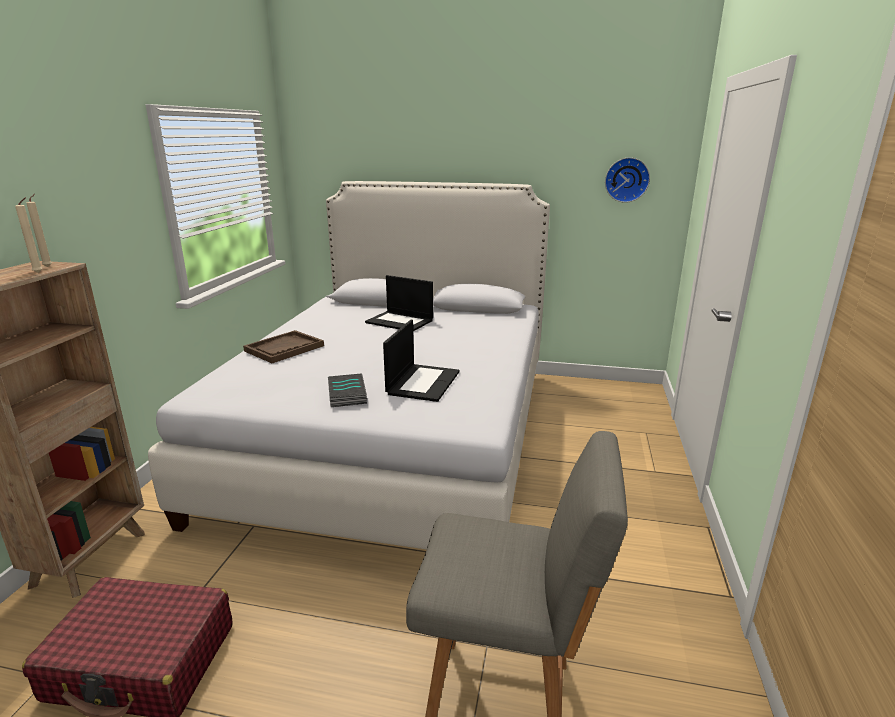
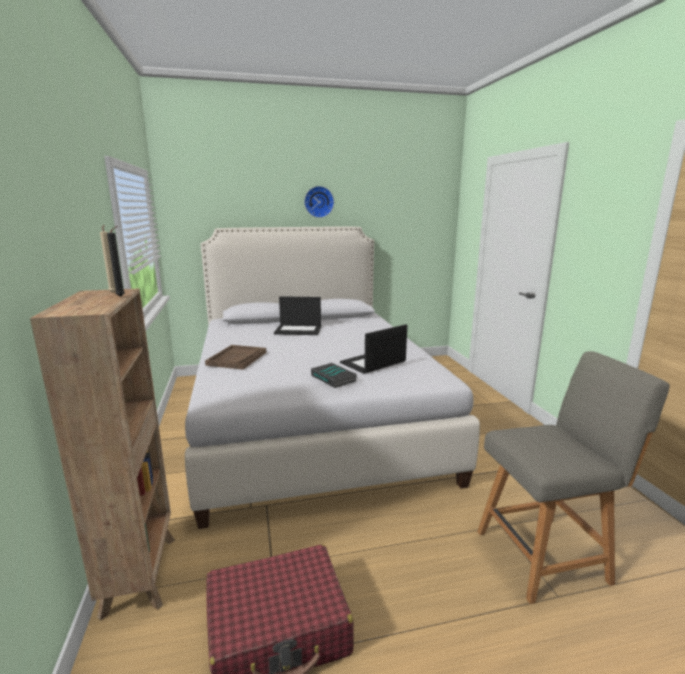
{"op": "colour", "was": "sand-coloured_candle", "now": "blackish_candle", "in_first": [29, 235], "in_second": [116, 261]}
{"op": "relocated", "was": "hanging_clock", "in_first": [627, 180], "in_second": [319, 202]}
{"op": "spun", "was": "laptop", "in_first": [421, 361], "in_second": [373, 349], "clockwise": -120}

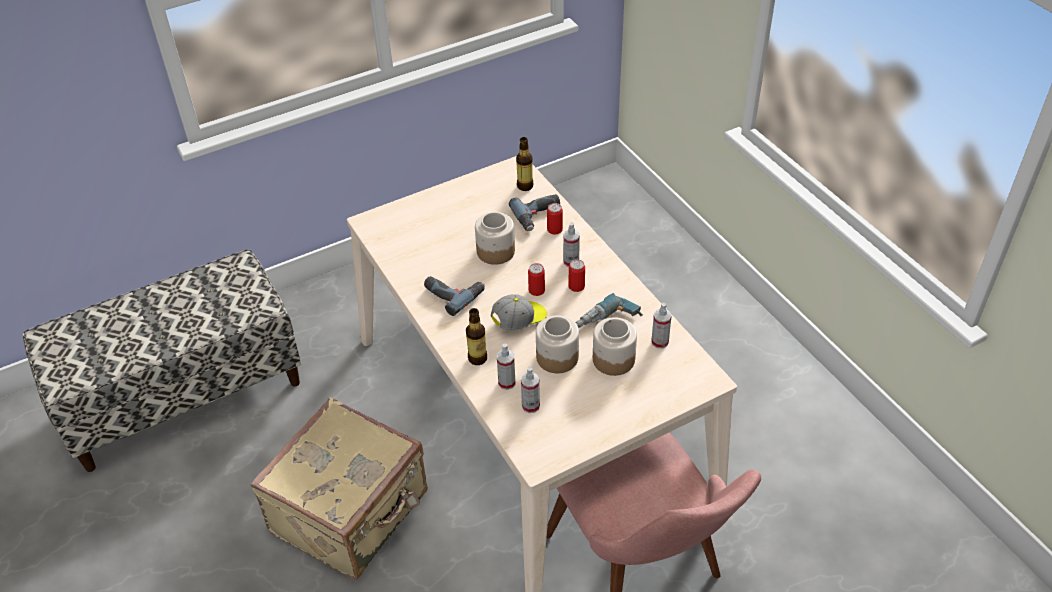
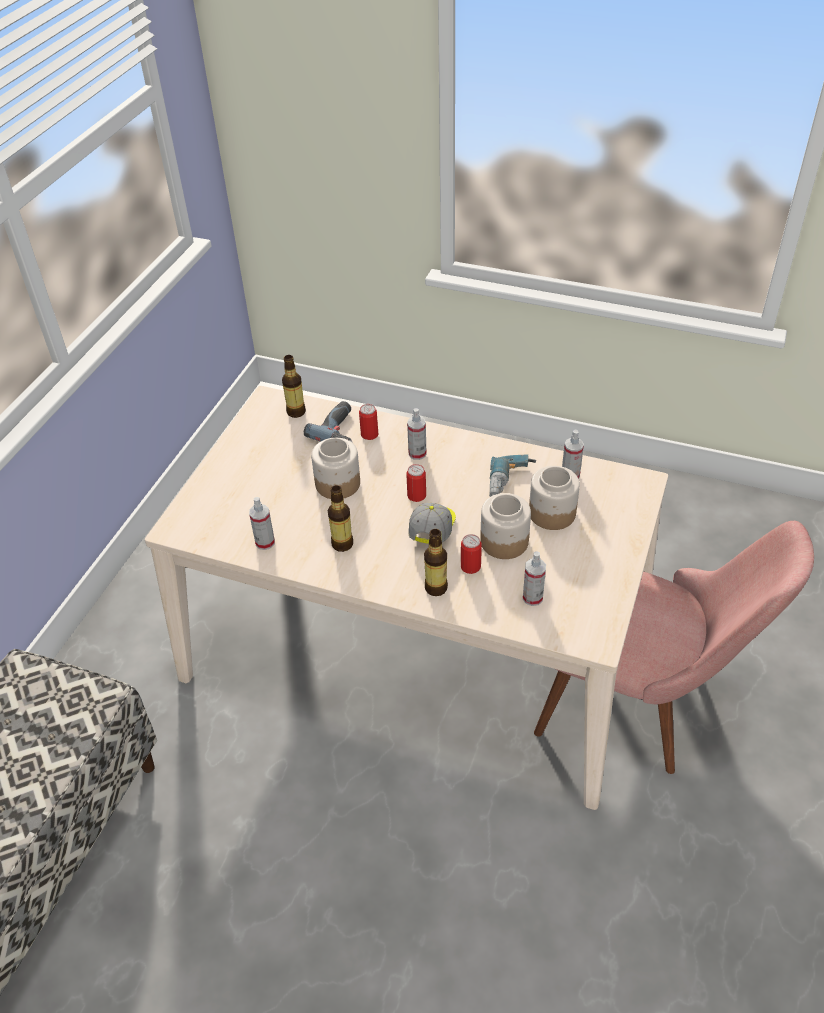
{"op": "relocated", "was": "hand_sprayer", "in_first": [506, 367], "in_second": [262, 523]}
{"op": "exchanged", "was": "drill", "now": "beverage_bottle", "in_first": [454, 296], "in_second": [340, 518]}
{"op": "relocated", "was": "metal_can", "in_first": [577, 275], "in_second": [471, 554]}
{"op": "missing", "was": "sand-coloured_travel_case", "in_first": [339, 488]}

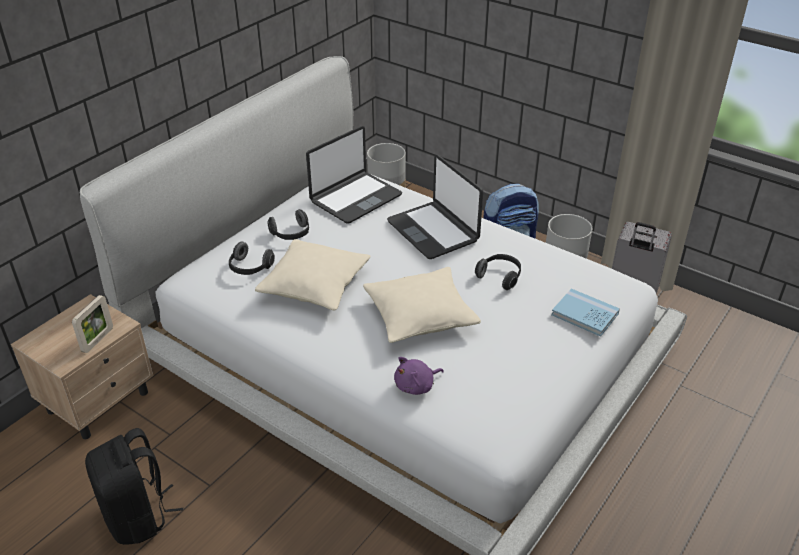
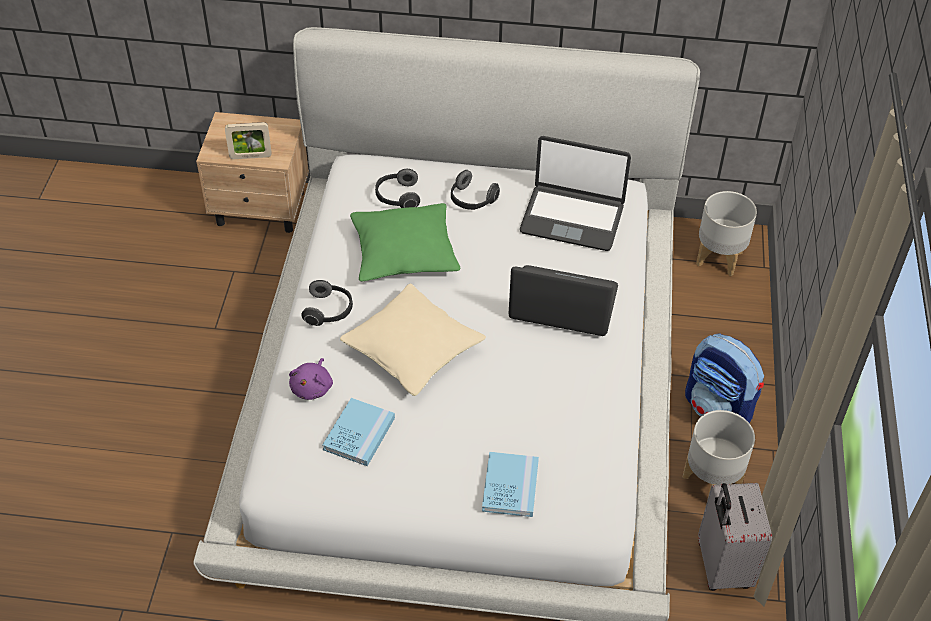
{"op": "spun", "was": "purple-coloured_plush_toy", "in_first": [419, 376], "in_second": [311, 379], "clockwise": -105}
{"op": "relocated", "was": "headphones", "in_first": [498, 272], "in_second": [327, 303]}
{"op": "appeared", "now": "bluish_bound_book", "in_second": [358, 432]}
{"op": "colour", "was": "sand-coloured_throw_pillow", "now": "green_throw_pillow", "in_first": [313, 275], "in_second": [405, 242]}
{"op": "spun", "was": "laptop", "in_first": [435, 206], "in_second": [563, 300], "clockwise": 75}
{"op": "missing", "was": "blackish_knapsack", "in_first": [134, 486]}

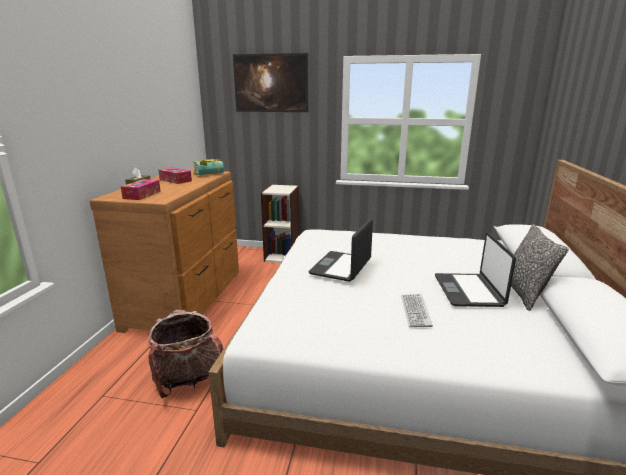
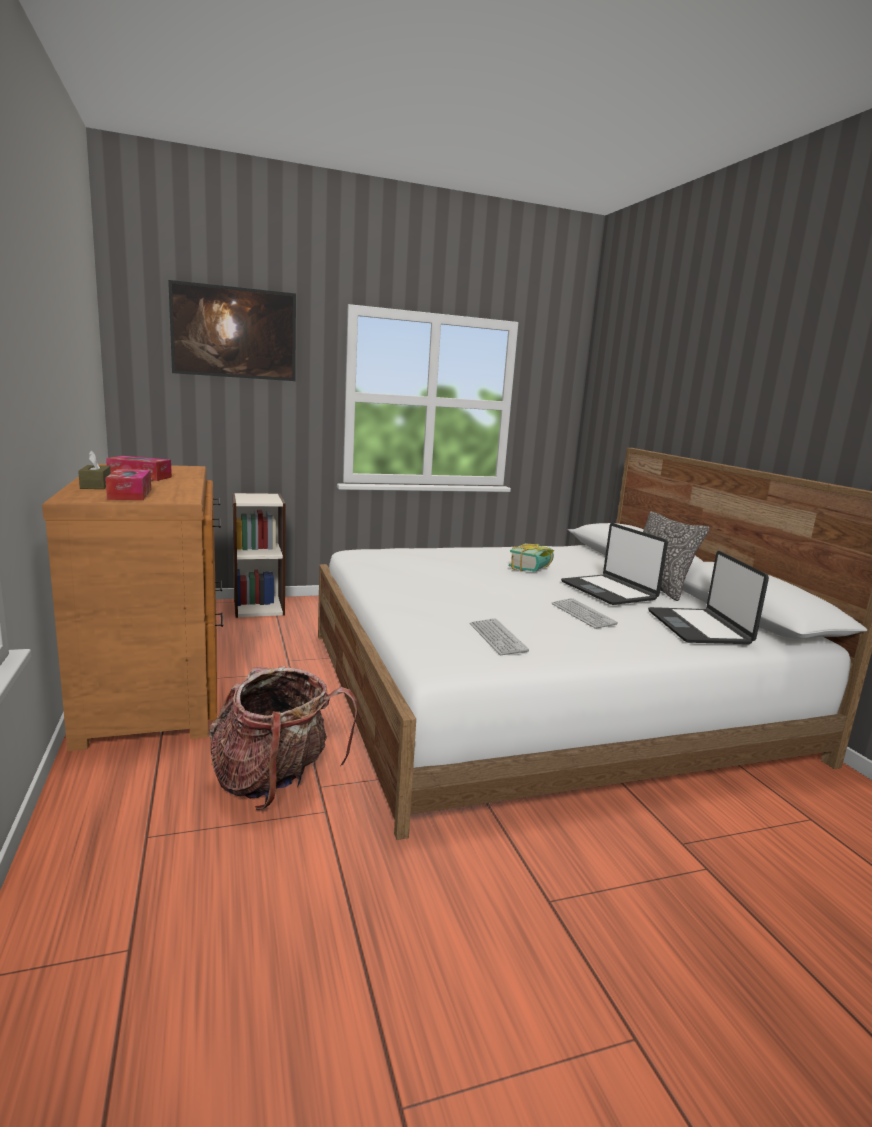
{"op": "appeared", "now": "computer_keyboard", "in_second": [499, 636]}
{"op": "relocated", "was": "bound_book", "in_first": [208, 167], "in_second": [532, 557]}
{"op": "relocated", "was": "laptop", "in_first": [341, 250], "in_second": [708, 597]}

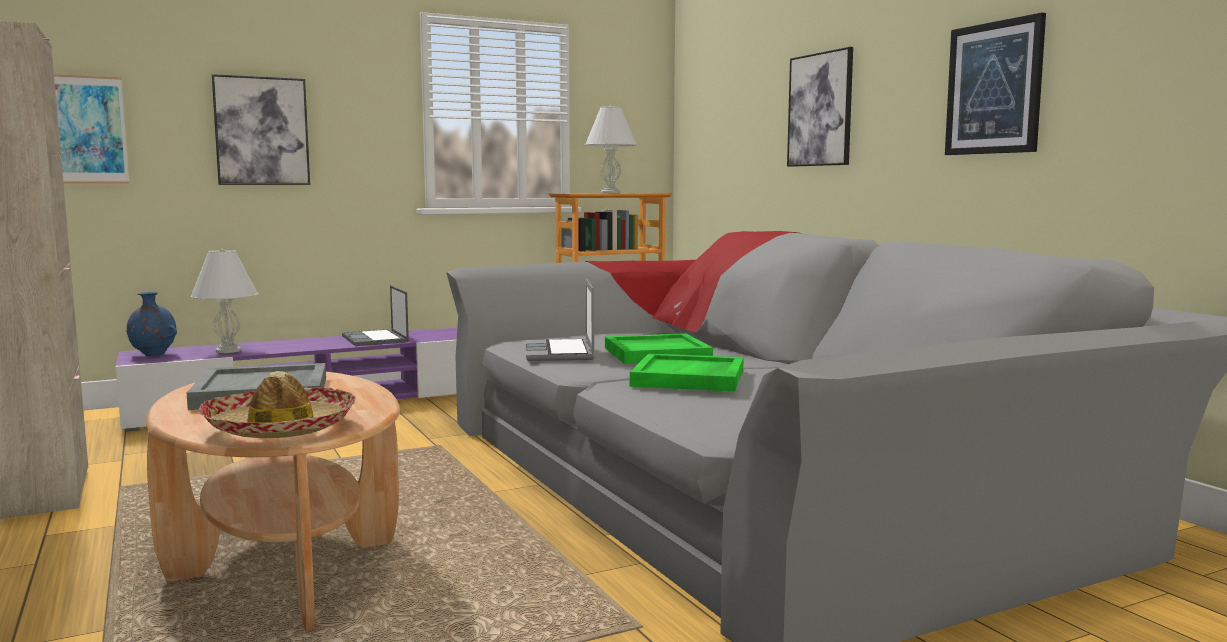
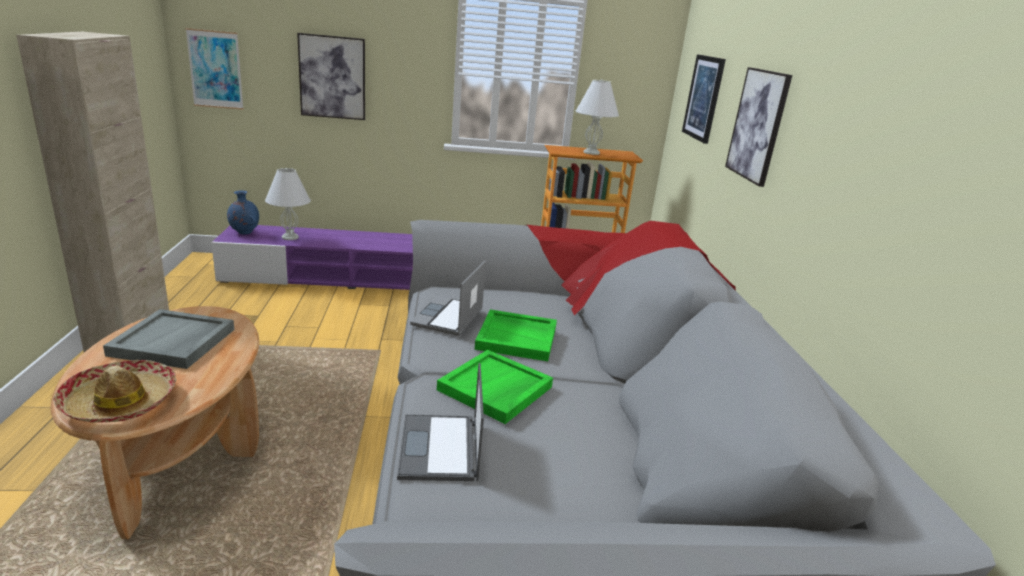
{"op": "relocated", "was": "laptop", "in_first": [375, 316], "in_second": [440, 422]}
{"op": "relocated", "was": "wall_picture", "in_first": [995, 83], "in_second": [704, 99]}

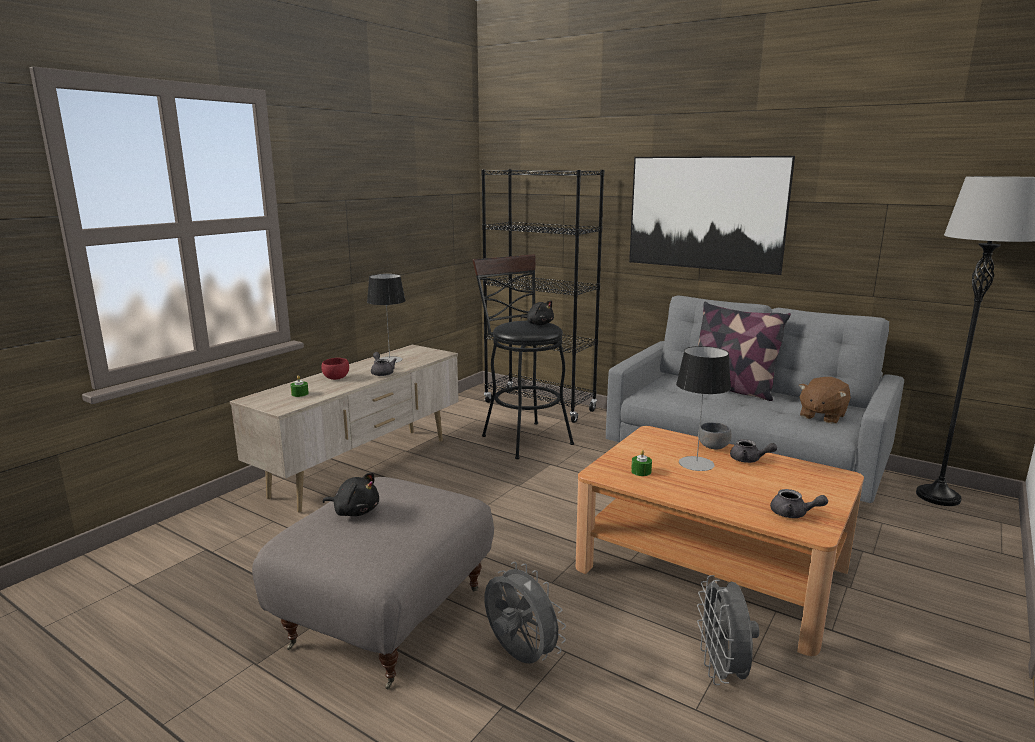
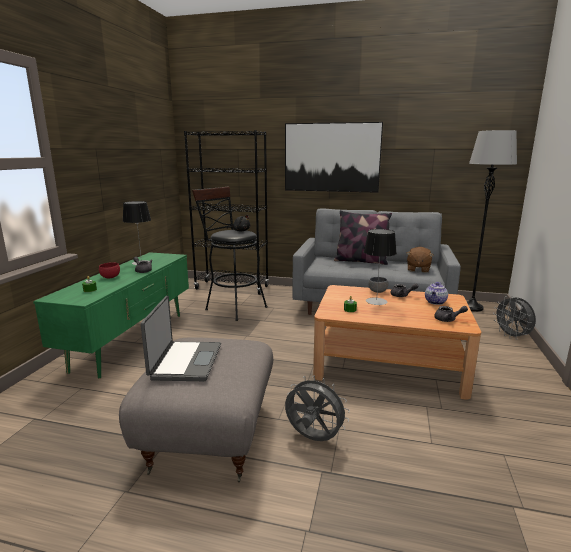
{"op": "colour", "was": "sand-coloured_media_console", "now": "green_media_console", "in_first": [344, 428], "in_second": [111, 315]}
{"op": "exchanged", "was": "blackish_plush_toy", "now": "laptop", "in_first": [351, 494], "in_second": [181, 338]}
{"op": "appeared", "now": "teapot", "in_second": [436, 293]}
{"op": "relocated", "was": "grey_cooling_fan", "in_first": [728, 630], "in_second": [514, 318]}

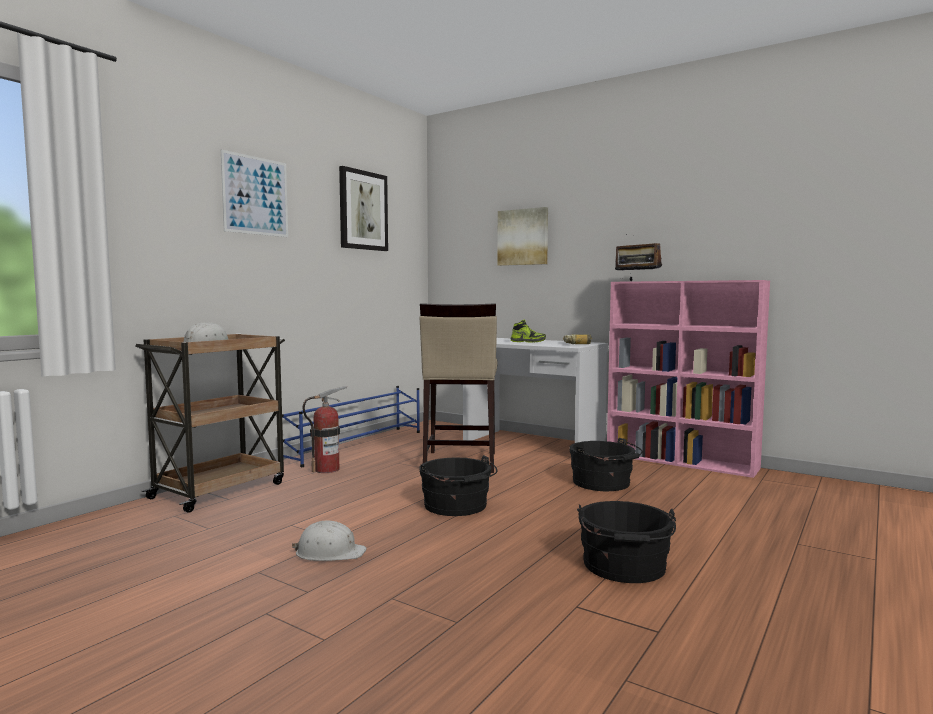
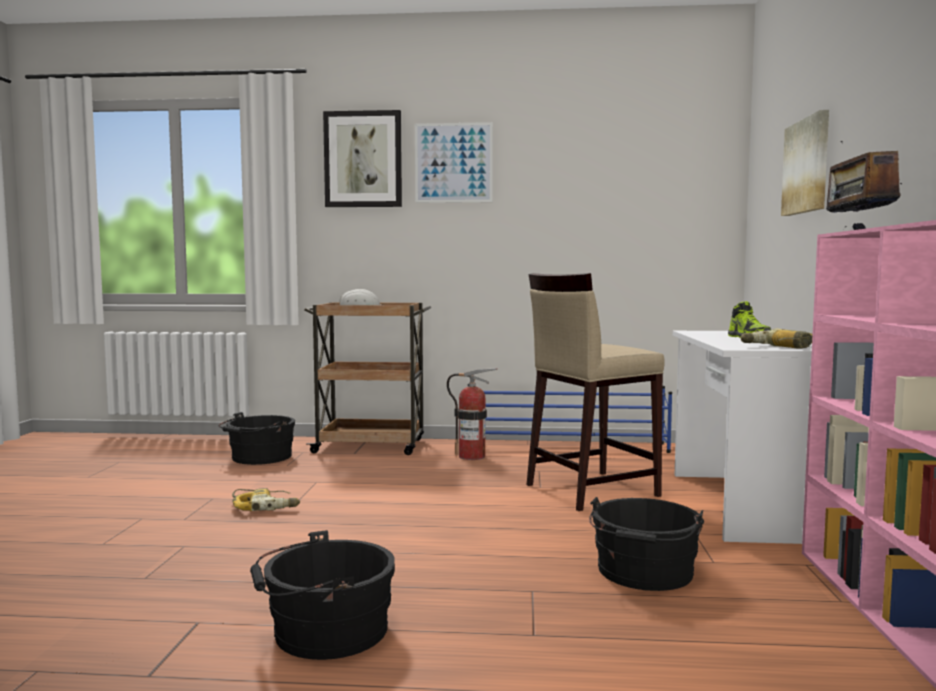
{"op": "relocated", "was": "blackish_pail", "in_first": [458, 485], "in_second": [256, 438]}
{"op": "exchanged", "was": "whitish_hard_hat", "now": "drill", "in_first": [329, 541], "in_second": [266, 499]}
{"op": "relocated", "was": "wall_picture", "in_first": [363, 208], "in_second": [362, 158]}

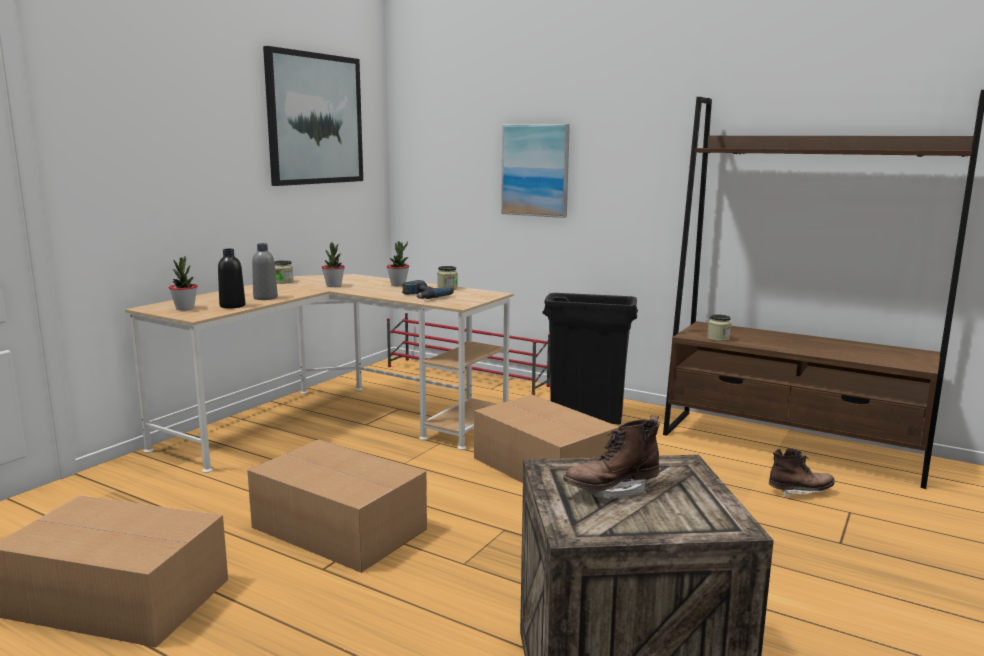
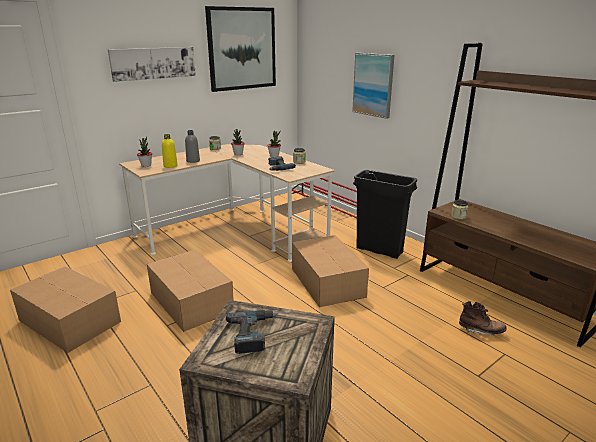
{"op": "appeared", "now": "wall_picture", "in_second": [152, 64]}
{"op": "colour", "was": "blackish_beverage_bottle", "now": "yellowish_beverage_bottle", "in_first": [231, 279], "in_second": [170, 151]}
{"op": "exchanged", "was": "brownish_tall_boot", "now": "drill", "in_first": [611, 457], "in_second": [252, 332]}

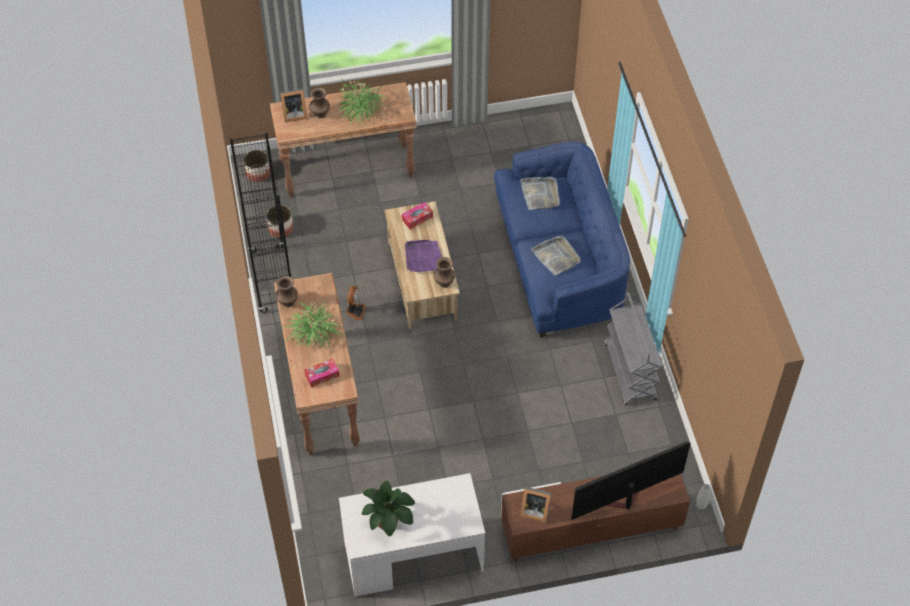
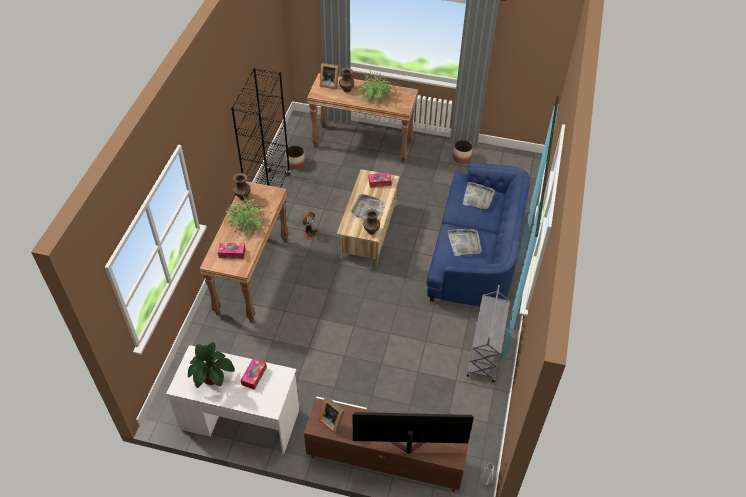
{"op": "appeared", "now": "tissue_holder", "in_second": [254, 374]}
{"op": "colour", "was": "purple-coloured_tray", "now": "grey_tray", "in_first": [423, 256], "in_second": [367, 206]}
{"op": "relocated", "was": "planter", "in_first": [257, 166], "in_second": [463, 152]}

